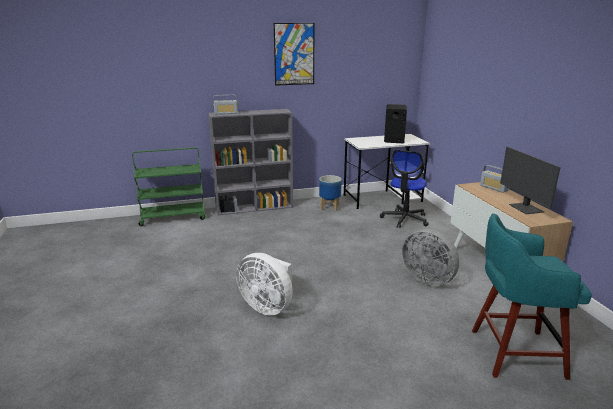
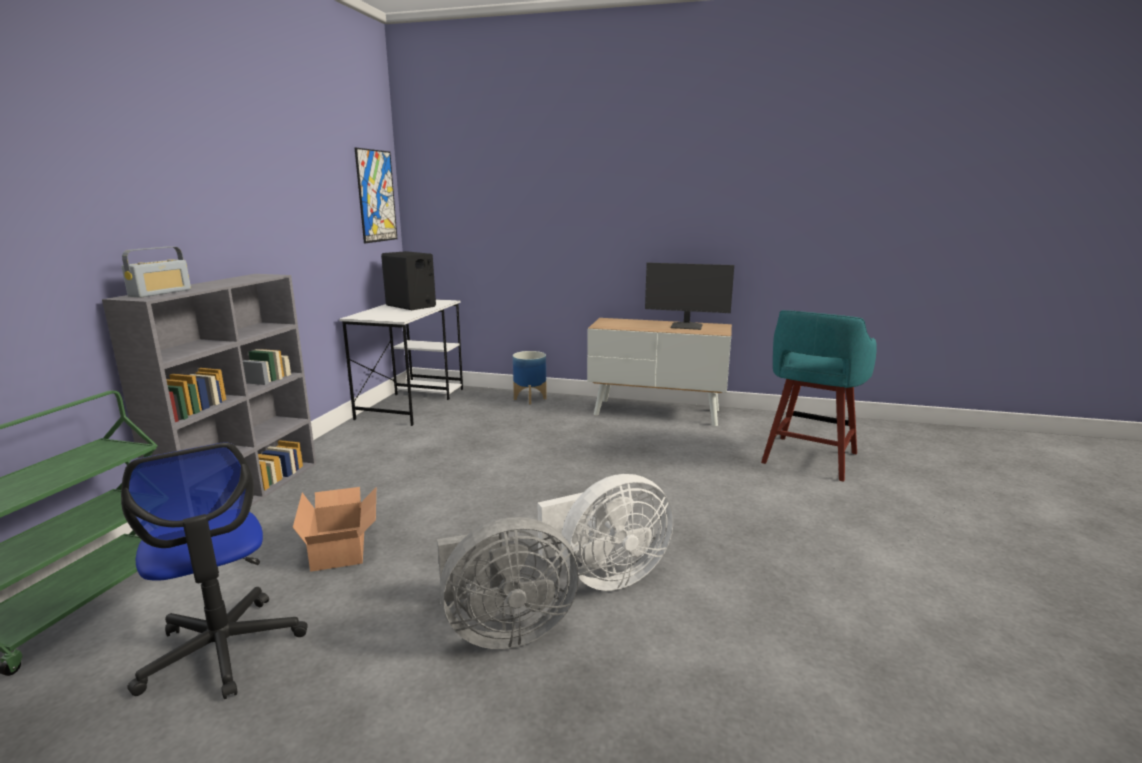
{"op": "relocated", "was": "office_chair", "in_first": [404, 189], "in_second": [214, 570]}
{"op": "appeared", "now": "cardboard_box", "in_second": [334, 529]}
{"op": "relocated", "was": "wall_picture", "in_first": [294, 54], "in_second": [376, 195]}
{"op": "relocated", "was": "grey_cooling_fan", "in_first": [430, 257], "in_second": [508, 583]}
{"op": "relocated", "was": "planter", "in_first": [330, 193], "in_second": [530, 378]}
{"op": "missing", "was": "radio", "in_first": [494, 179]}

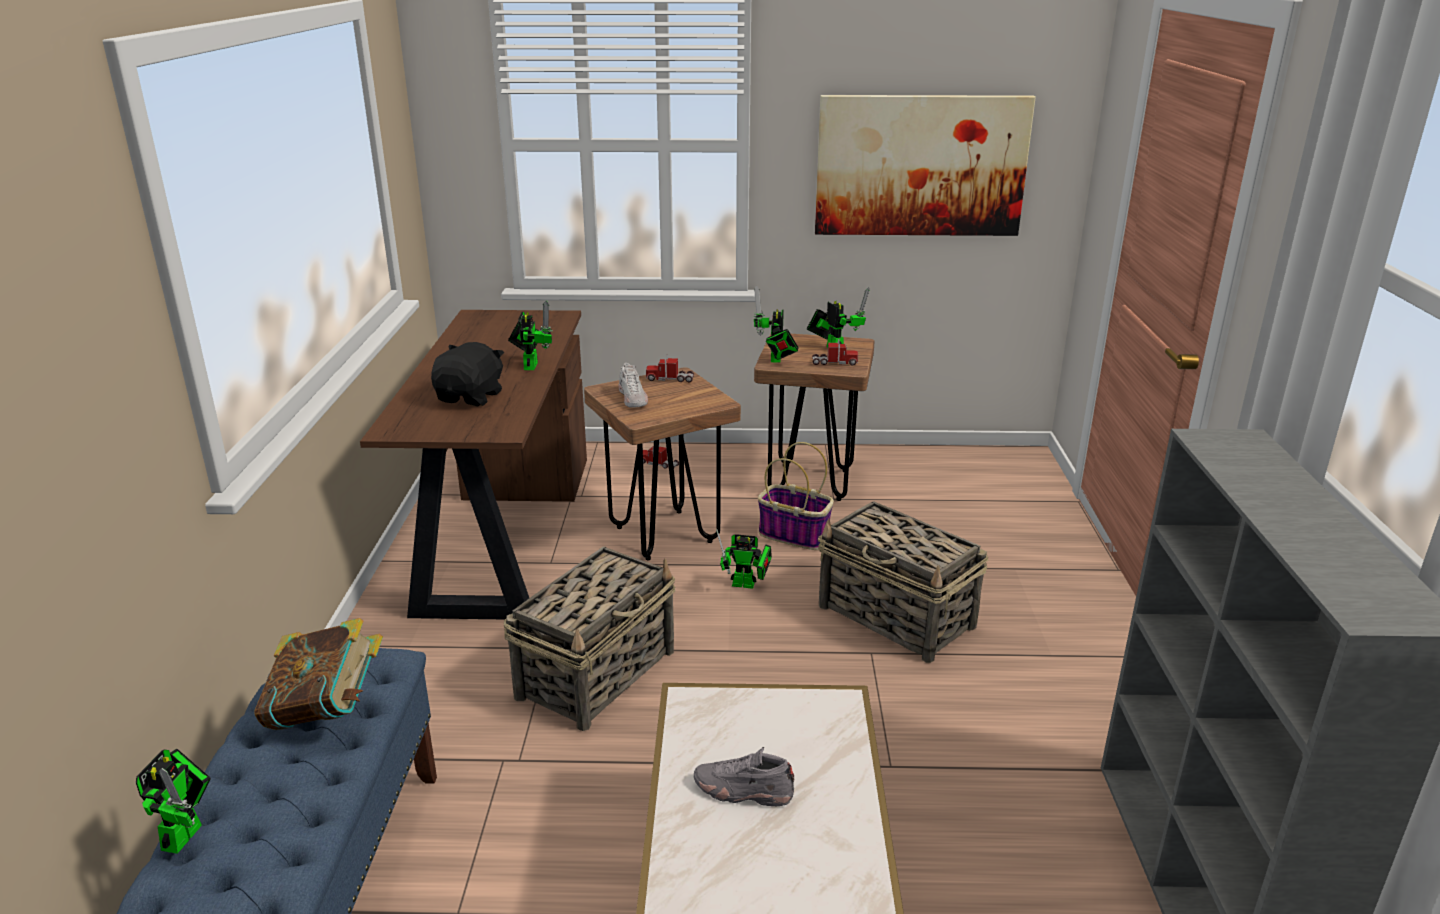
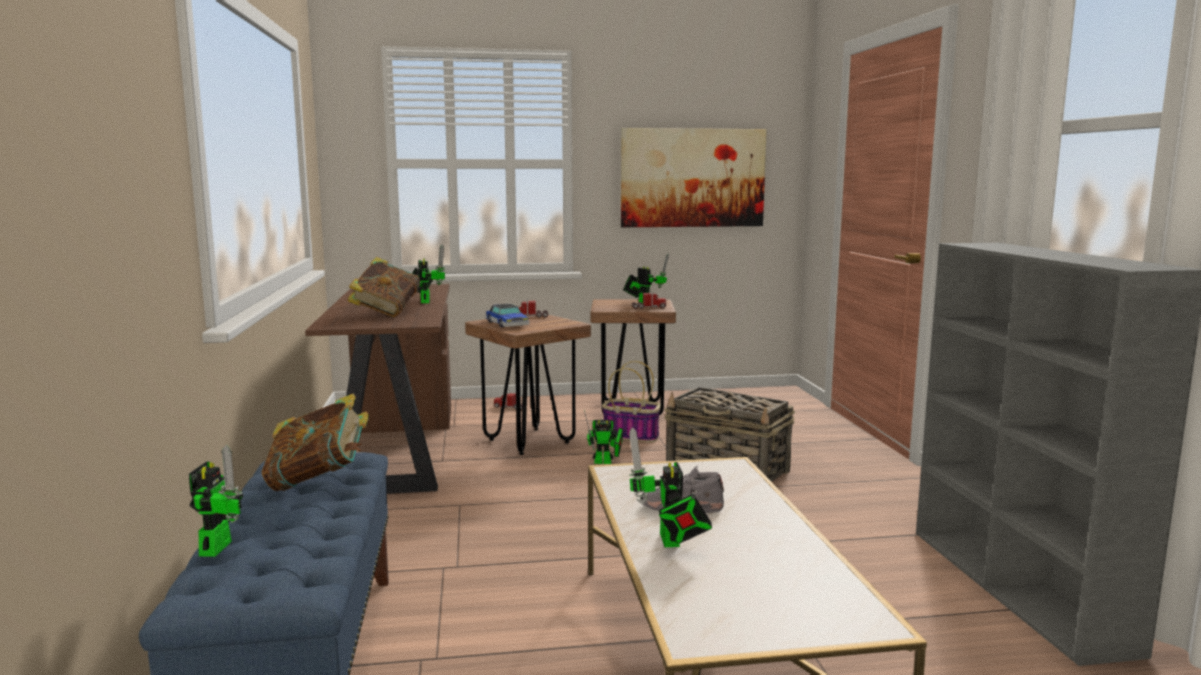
{"op": "exchanged", "was": "blackish_plush_toy", "now": "bound_book", "in_first": [467, 374], "in_second": [383, 287]}
{"op": "exchanged", "was": "whitish_item_of_footwear", "now": "miniature_car", "in_first": [633, 385], "in_second": [507, 316]}
{"op": "relocated", "was": "toy_robot", "in_first": [776, 324], "in_second": [670, 487]}
{"op": "missing", "was": "storage_basket", "in_first": [589, 638]}

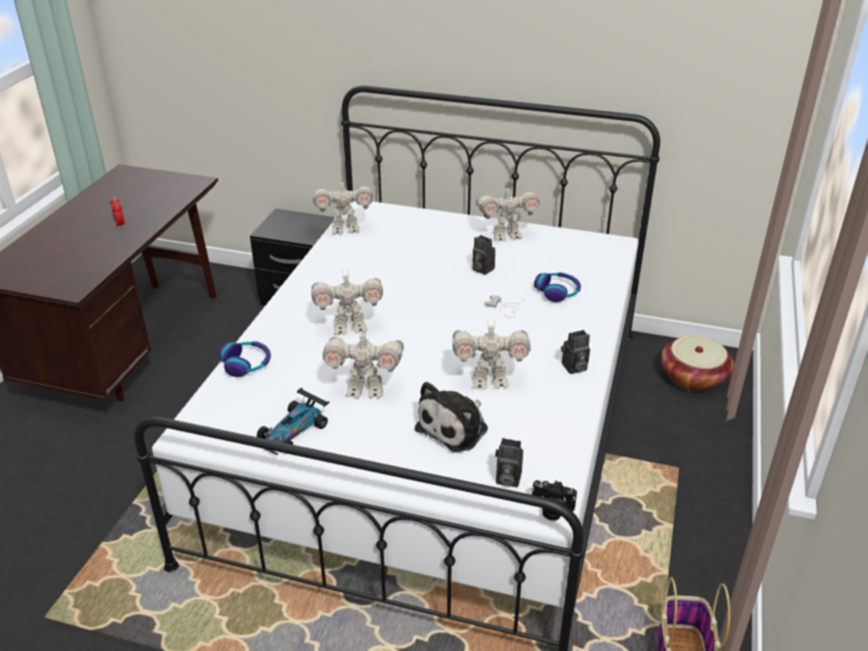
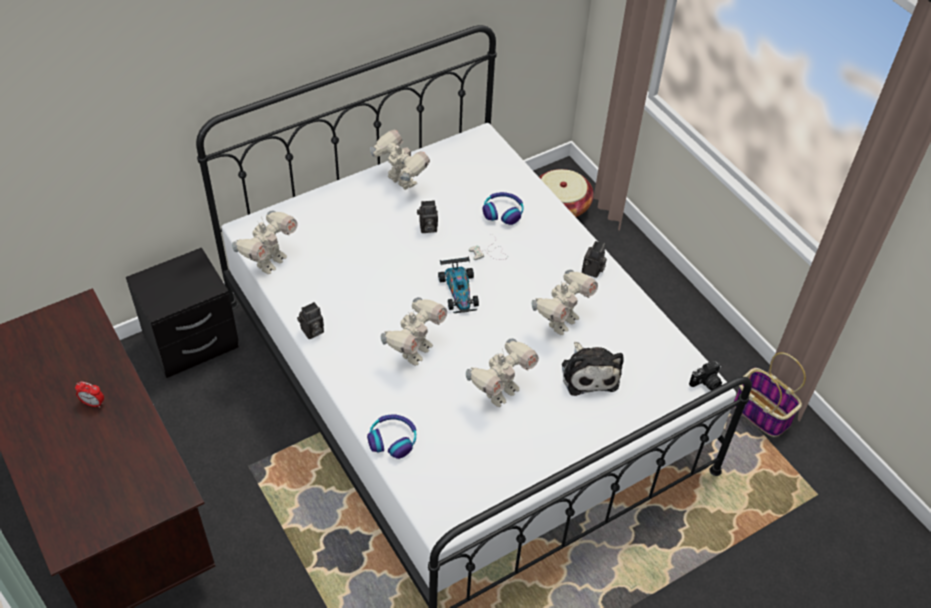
{"op": "relocated", "was": "photo_camera", "in_first": [509, 462], "in_second": [310, 320]}
{"op": "spun", "was": "toy_robot", "in_first": [508, 212], "in_second": [400, 160], "clockwise": -75}
{"op": "relocated", "was": "miniature_car", "in_first": [293, 421], "in_second": [458, 284]}

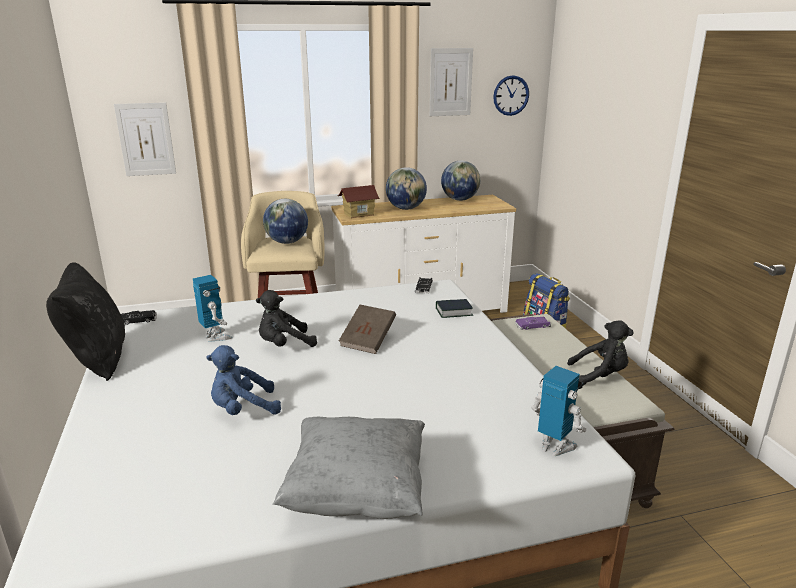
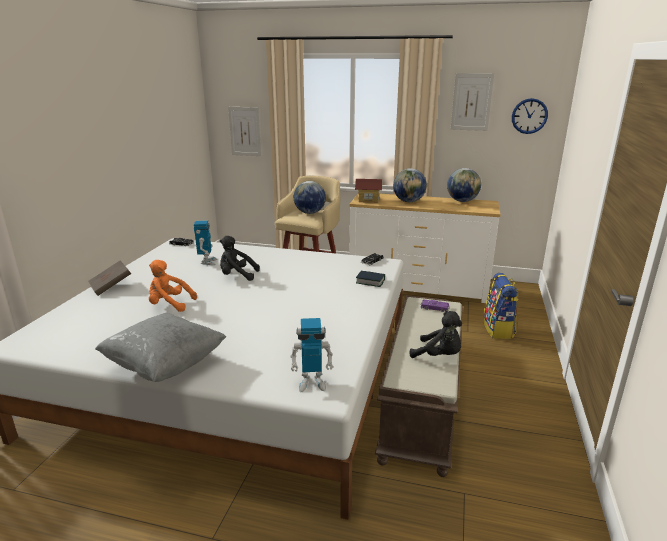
{"op": "relocated", "was": "brownish_bound_book", "in_first": [367, 329], "in_second": [109, 278]}
{"op": "colour", "was": "bluish_plush_toy", "now": "orange_plush_toy", "in_first": [243, 380], "in_second": [173, 286]}
{"op": "spun", "was": "toy_robot", "in_first": [558, 411], "in_second": [311, 355], "clockwise": 105}
{"op": "missing", "was": "blackish_throw_pillow", "in_first": [85, 321]}

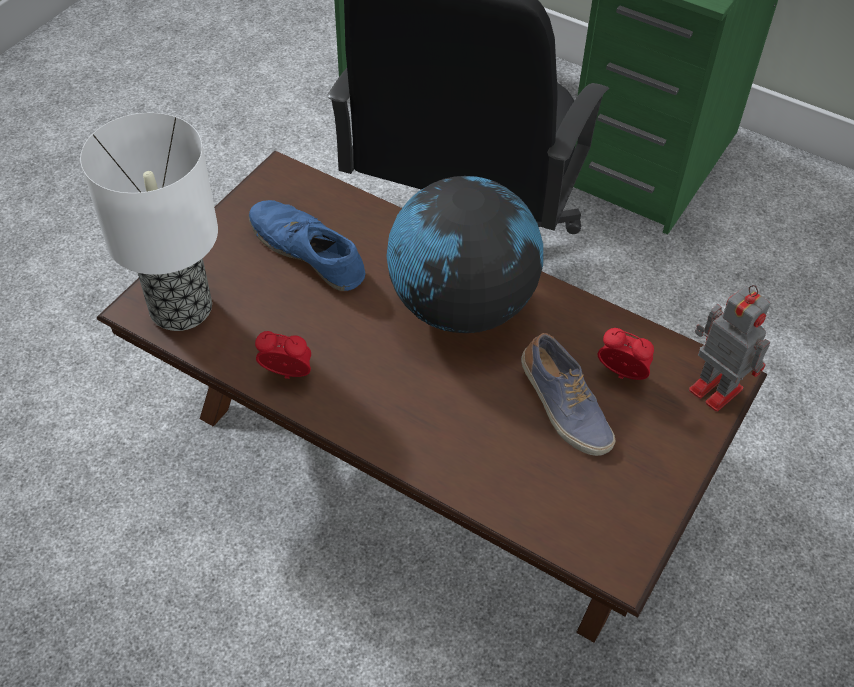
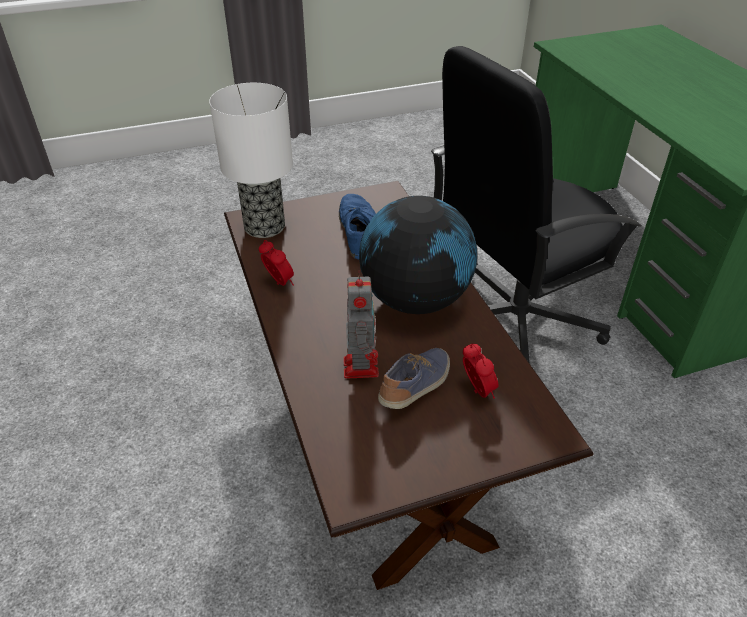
{"op": "relocated", "was": "toy_robot", "in_first": [729, 348], "in_second": [361, 324]}
{"op": "spun", "was": "item_of_footwear", "in_first": [568, 394], "in_second": [414, 378], "clockwise": -150}

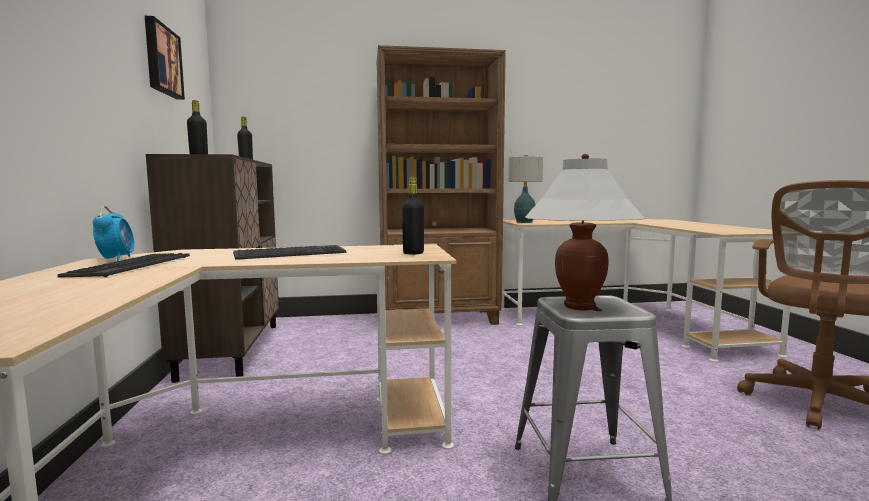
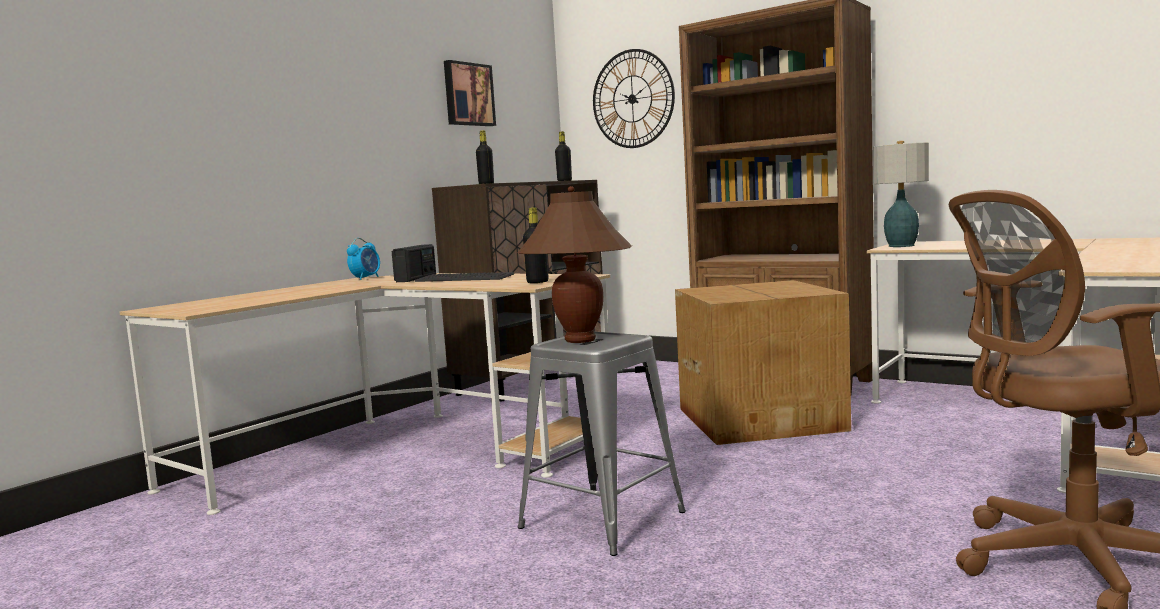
{"op": "appeared", "now": "radio", "in_second": [414, 263]}
{"op": "colour", "was": "whitish_lamp_for_a_table", "now": "brownish_lamp_for_a_table", "in_first": [585, 232], "in_second": [575, 264]}
{"op": "appeared", "now": "hanging_clock", "in_second": [634, 98]}
{"op": "appeared", "now": "cardboard_box", "in_second": [763, 362]}
{"op": "missing", "was": "computer_keyboard", "in_first": [123, 265]}

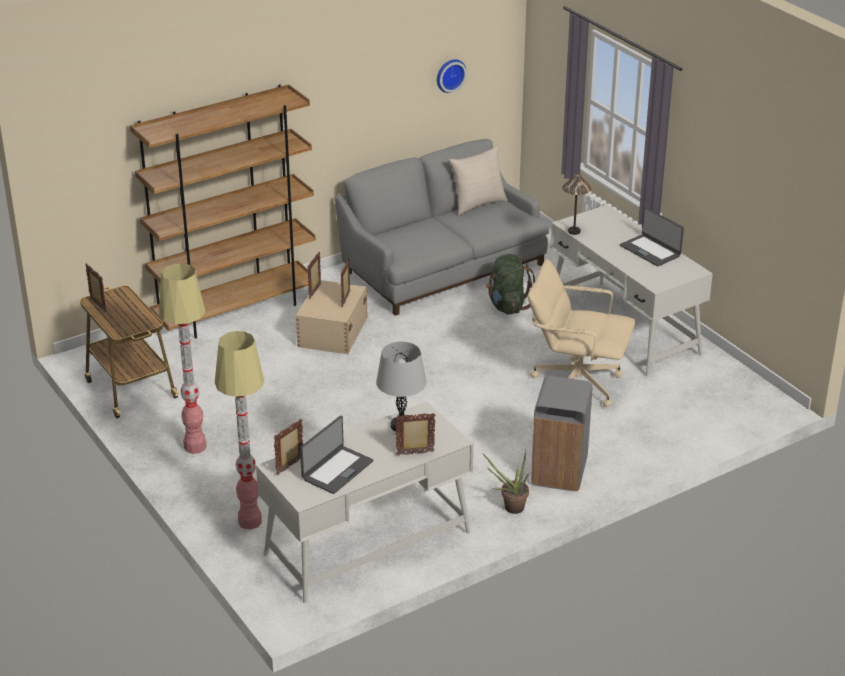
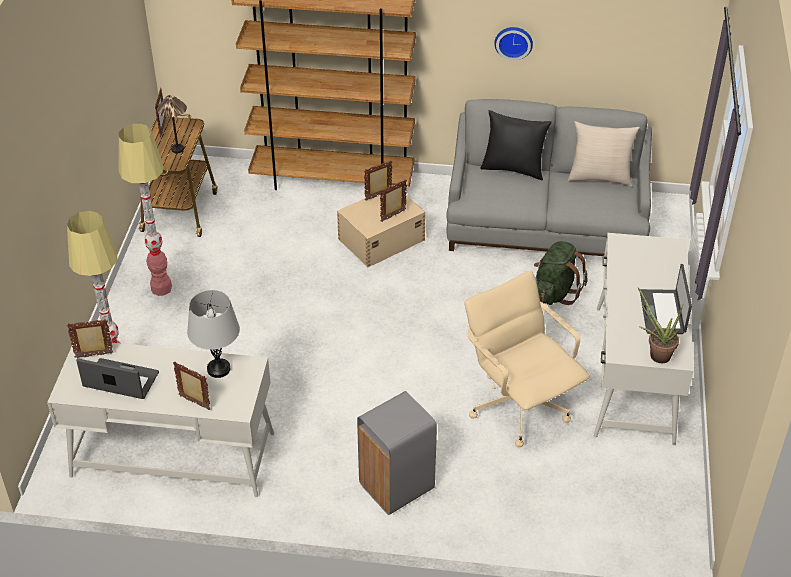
{"op": "spun", "was": "laptop", "in_first": [336, 455], "in_second": [117, 378], "clockwise": -150}
{"op": "relocated", "was": "lamp_for_a_table", "in_first": [576, 204], "in_second": [172, 124]}
{"op": "appeared", "now": "blackish_throw_pillow", "in_second": [516, 145]}
{"op": "relocated", "was": "hanging_clock", "in_first": [452, 76], "in_second": [513, 44]}
{"op": "relocated", "was": "houseplant", "in_first": [505, 481], "in_second": [660, 325]}

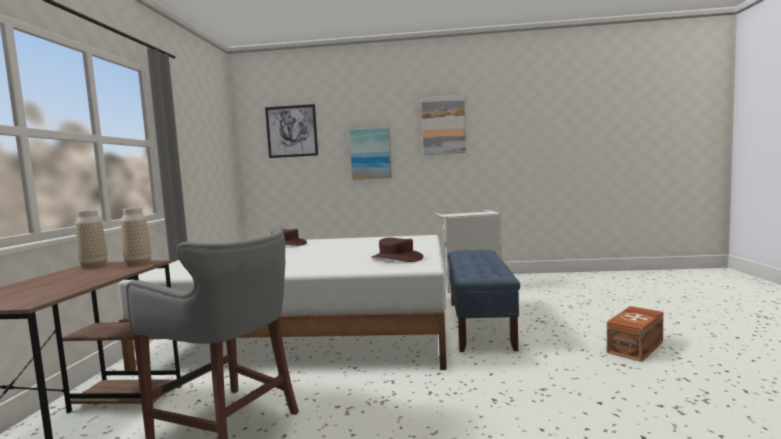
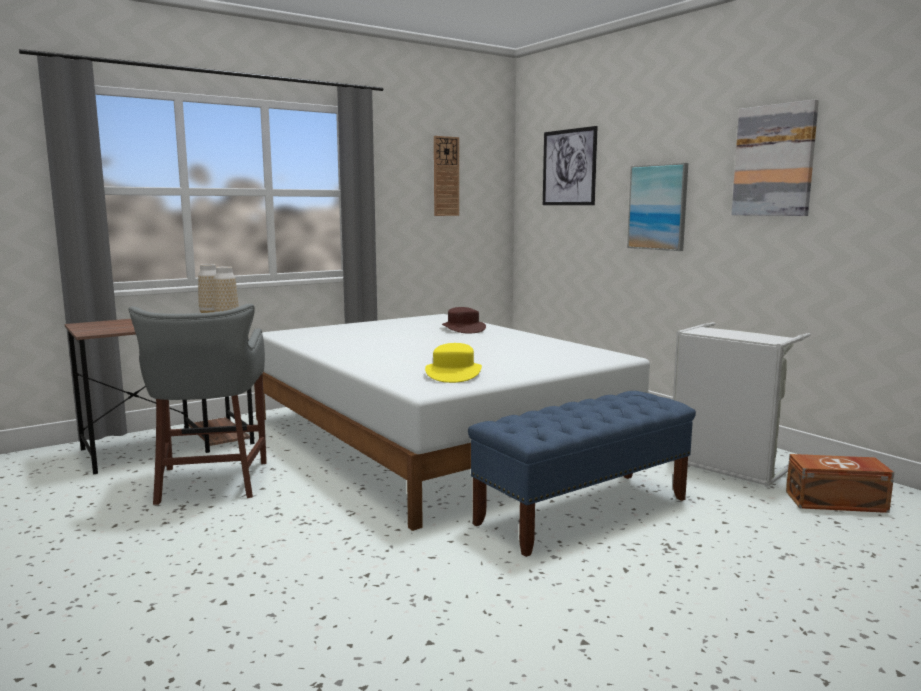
{"op": "colour", "was": "brownish_wearable_hat", "now": "yellowish_wearable_hat", "in_first": [397, 250], "in_second": [453, 363]}
{"op": "appeared", "now": "hanging_clock", "in_second": [446, 176]}
{"op": "relocated", "was": "brownish_storage_container", "in_first": [635, 334], "in_second": [840, 483]}

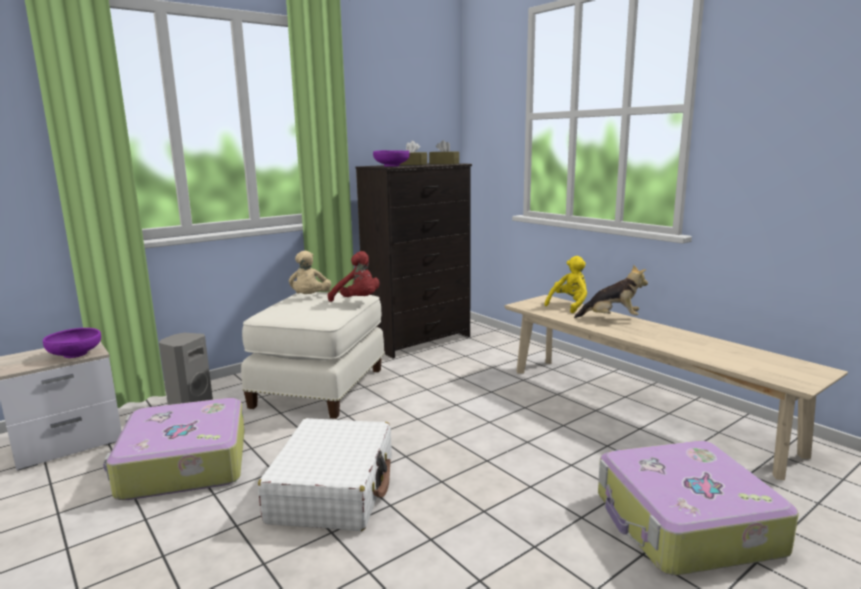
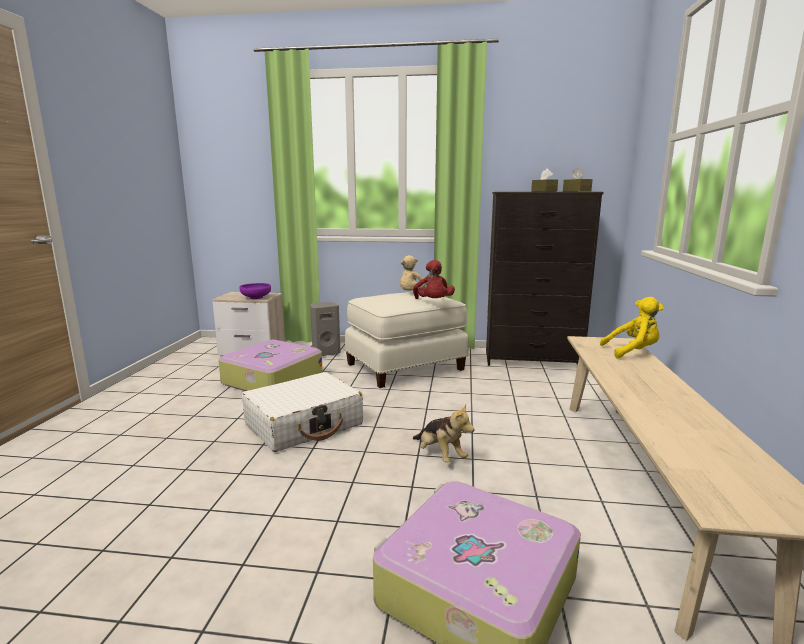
{"op": "relocated", "was": "plush_toy", "in_first": [611, 291], "in_second": [443, 433]}
{"op": "missing", "was": "purple-coloured_deep_dish", "in_first": [391, 158]}

